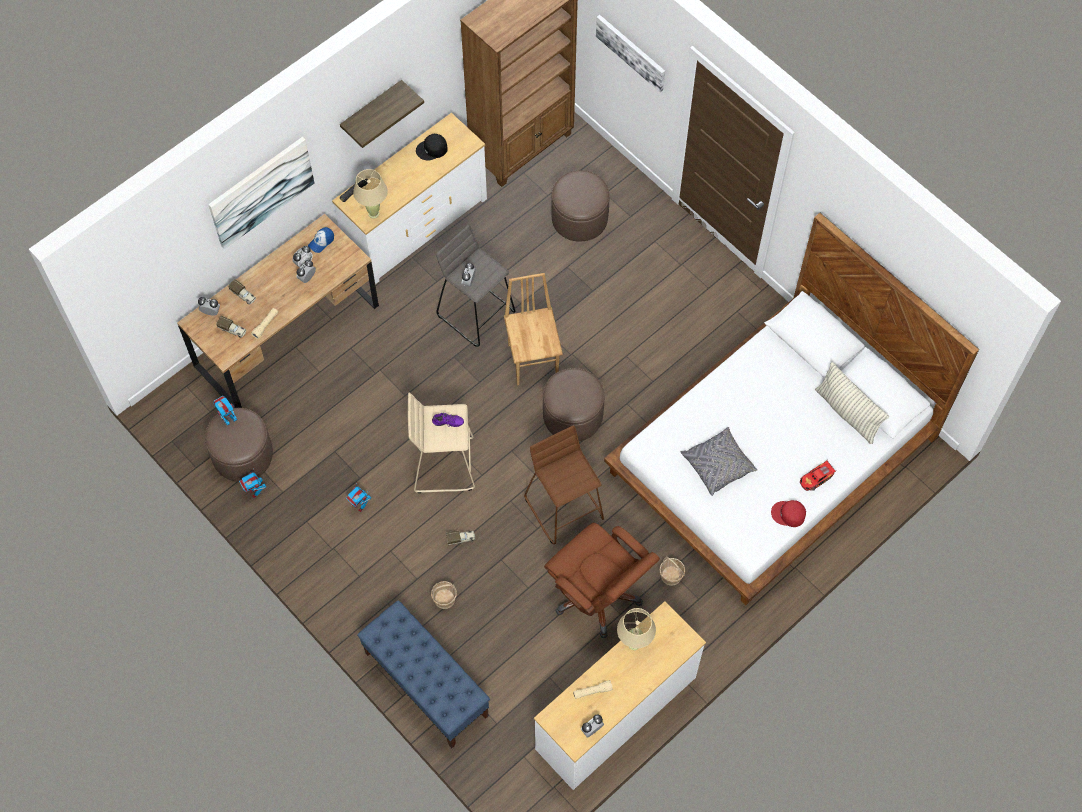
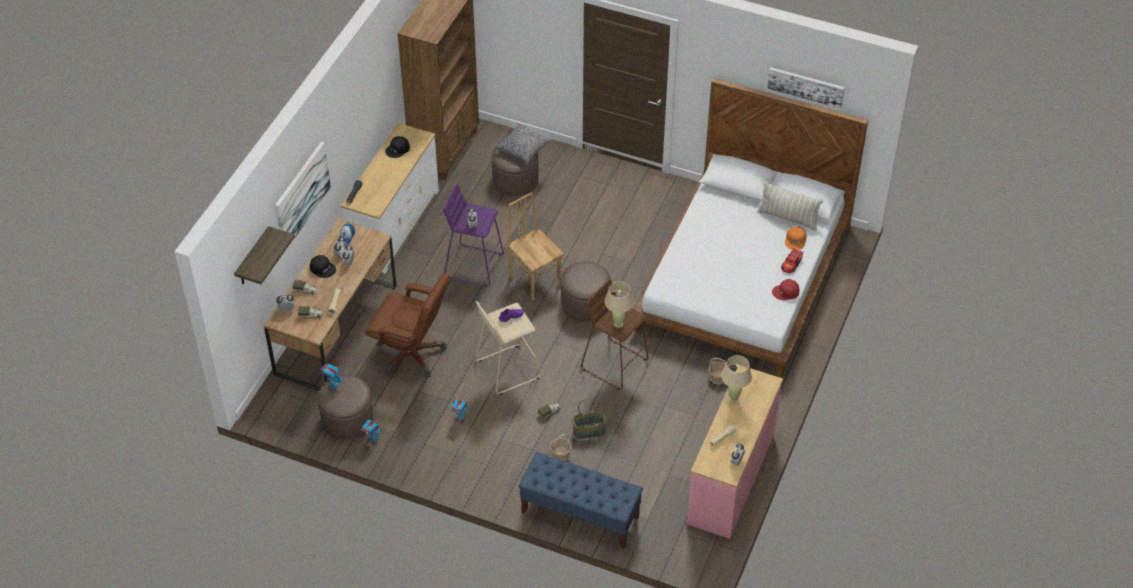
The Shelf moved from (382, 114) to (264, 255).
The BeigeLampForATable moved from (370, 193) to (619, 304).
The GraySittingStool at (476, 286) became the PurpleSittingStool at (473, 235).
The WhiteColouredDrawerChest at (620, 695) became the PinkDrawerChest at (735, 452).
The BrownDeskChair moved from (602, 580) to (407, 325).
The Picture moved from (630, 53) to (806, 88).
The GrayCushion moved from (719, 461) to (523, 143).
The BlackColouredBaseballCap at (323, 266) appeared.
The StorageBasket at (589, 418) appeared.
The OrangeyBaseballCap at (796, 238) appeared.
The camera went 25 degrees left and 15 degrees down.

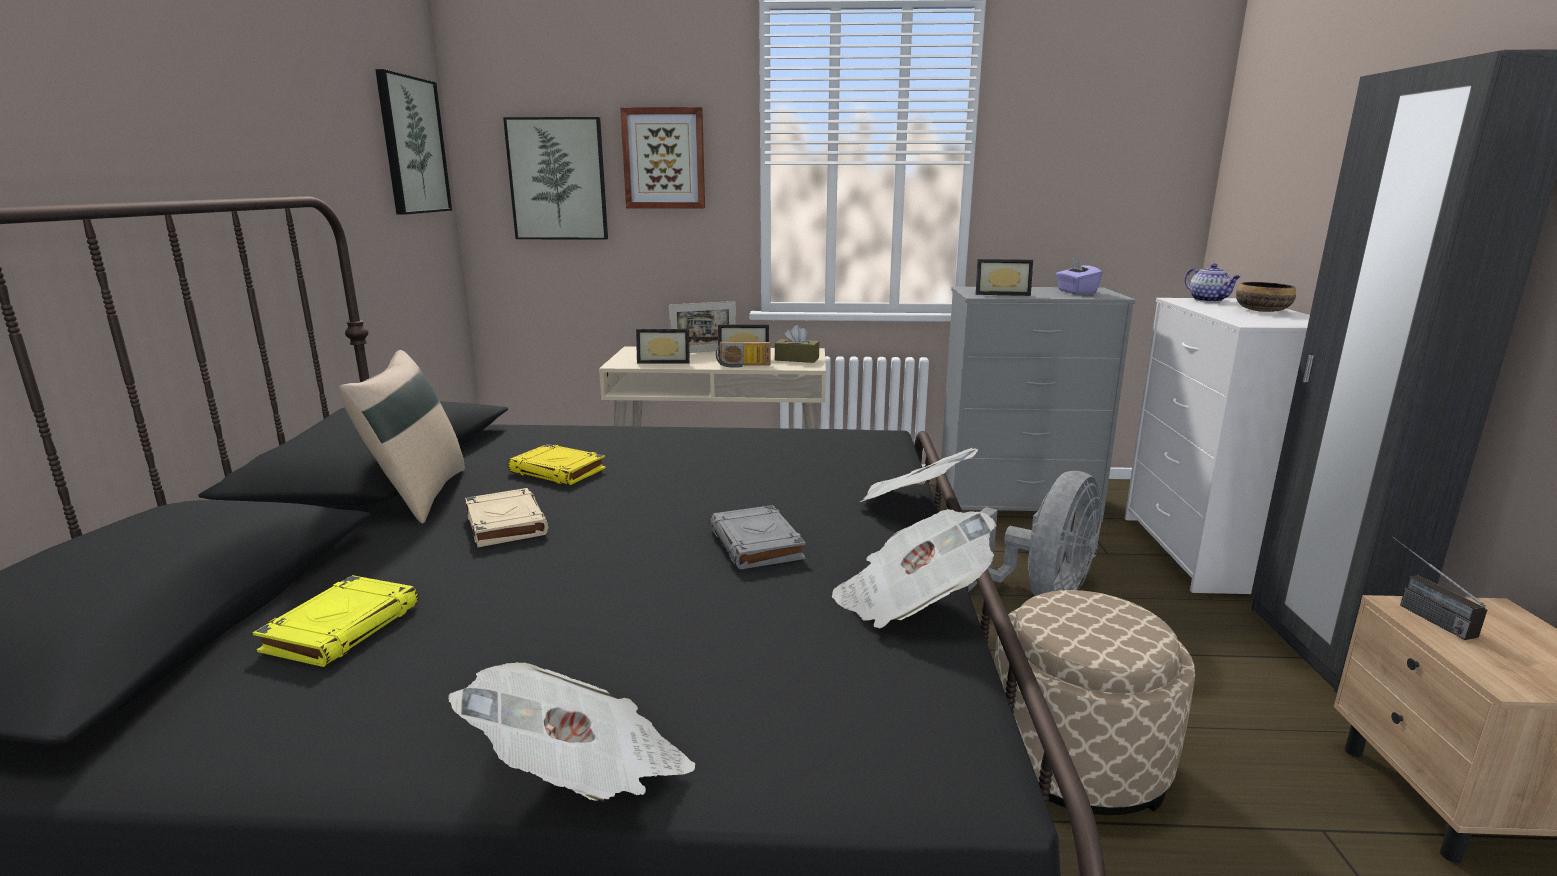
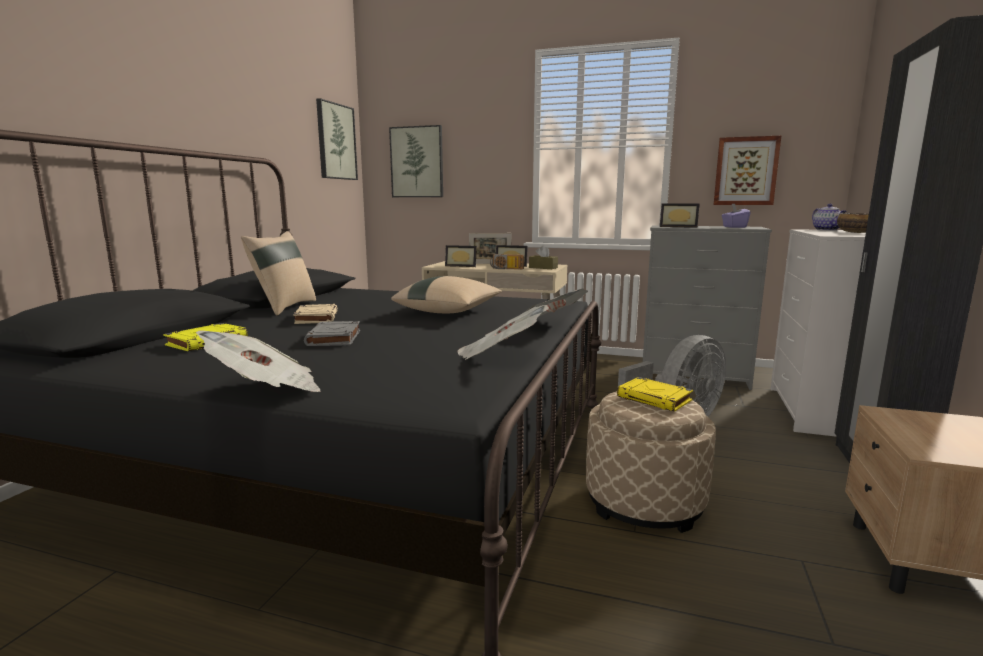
The YellowColouredBoundBook moved from (557, 464) to (655, 394).
The Picture moved from (662, 158) to (747, 170).
The GrayBoundBook moved from (758, 537) to (332, 333).
The RadioSet at (1439, 588) disappeared.
The BeigeCushion at (446, 294) appeared.
The camera went 15 degrees right and 5 degrees down.

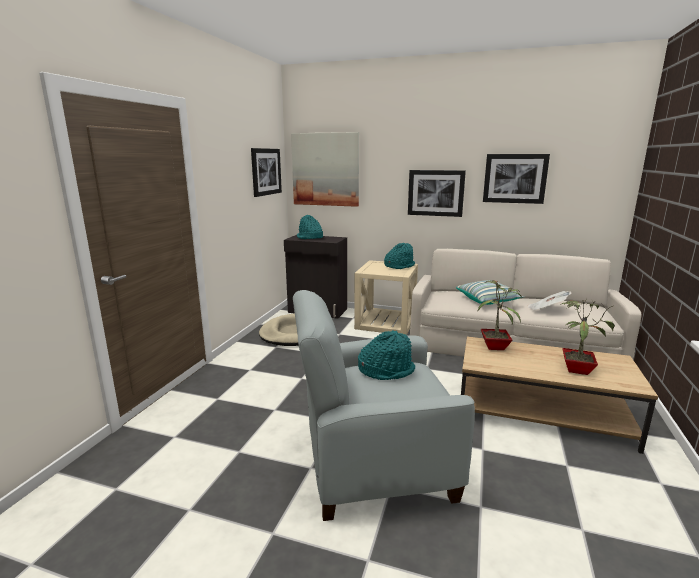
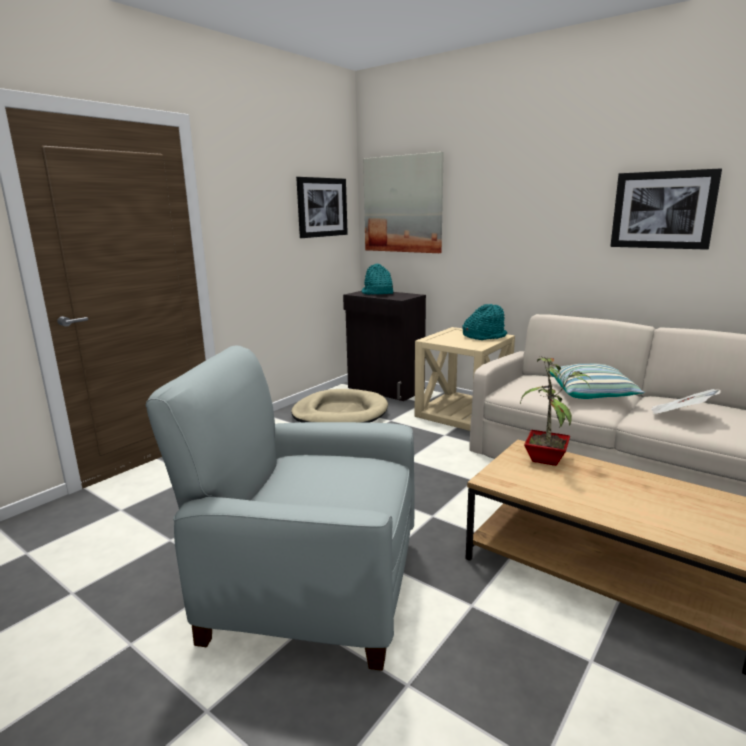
The TurquoiseColouredWearableHat at (386, 355) disappeared.
The Picture at (437, 193) disappeared.
The Houseplant at (587, 337) disappeared.
The camera went 20 degrees right and 0 degrees up.

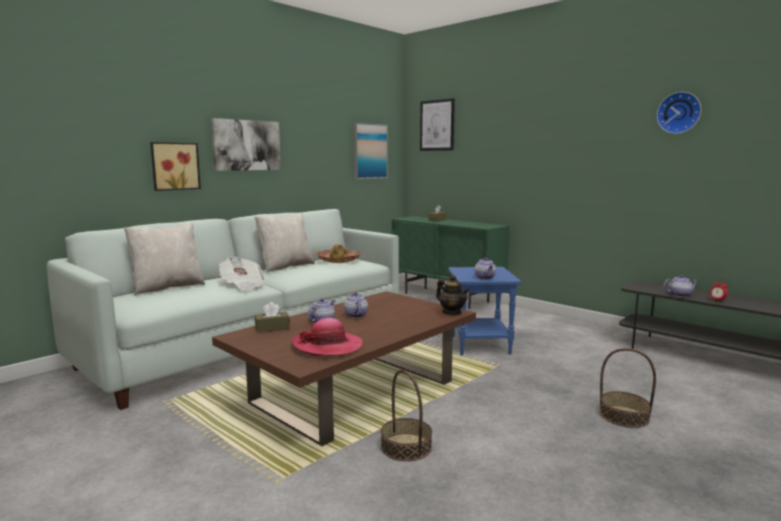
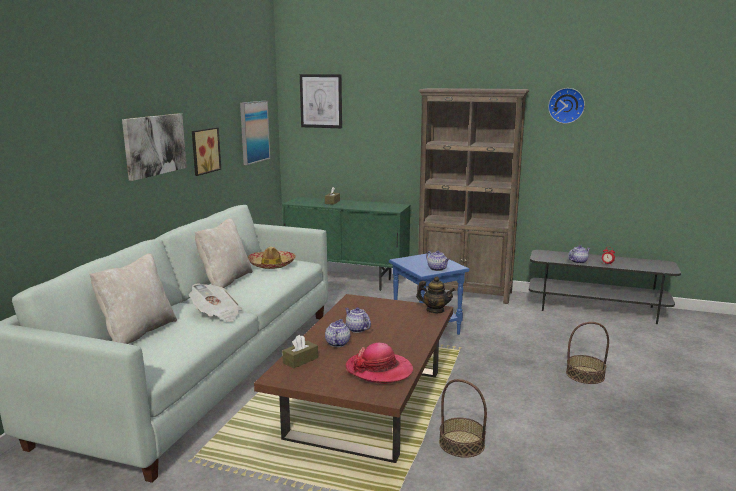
The Picture moved from (175, 166) to (206, 151).
The BrownBookcase at (473, 196) appeared.
The camera went 25 degrees left and 5 degrees up.

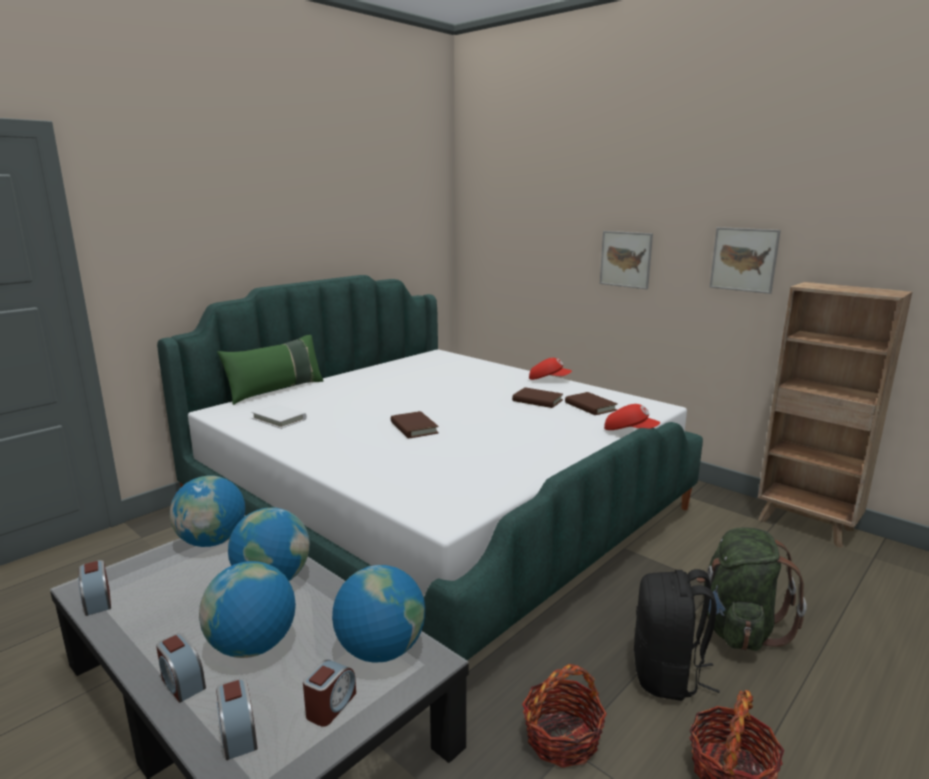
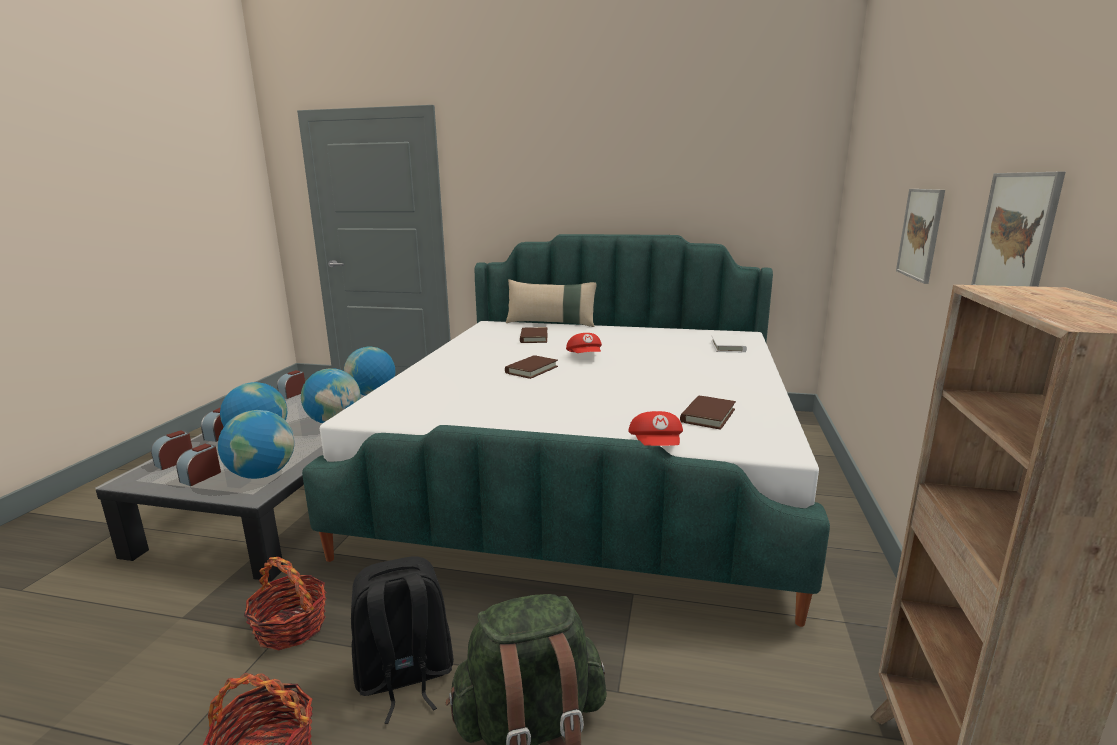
The GreenishCushion at (270, 370) became the BeigeCushion at (551, 303).
The WhiteColouredBoundBook moved from (279, 416) to (729, 343).
The TableClock at (329, 693) turned 120 degrees clockwise.
The BrownBoundBook moved from (537, 397) to (534, 335).
The RedBaseballCap moved from (550, 369) to (584, 343).
The camera went 60 degrees right and 0 degrees up.

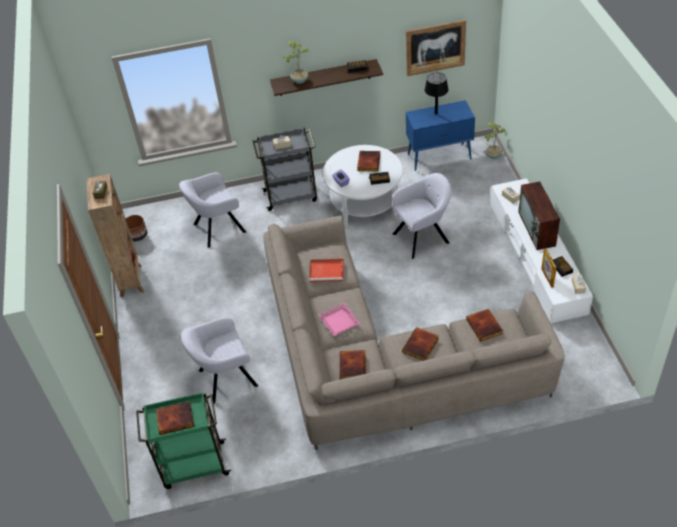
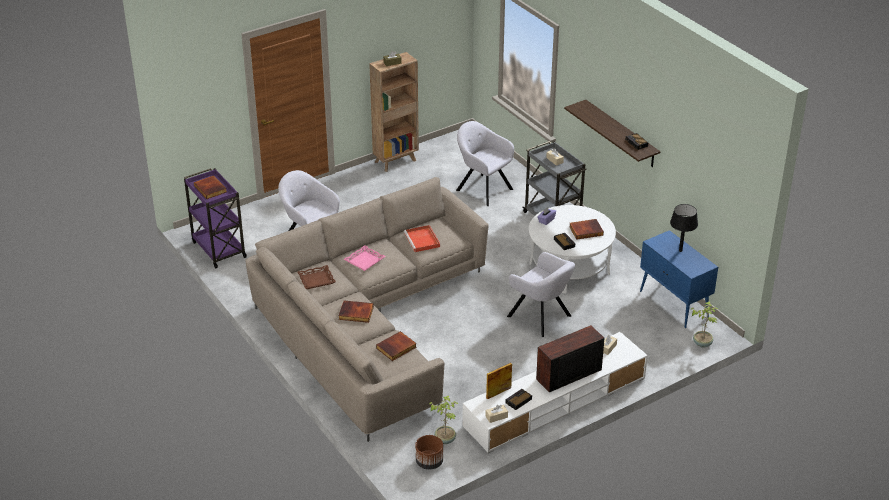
The BrownPlanter moved from (136, 228) to (429, 452).
The GreenishCart at (183, 440) became the PurpleCart at (215, 218).
The Houseplant moved from (296, 62) to (443, 420).
The BoundBook at (353, 364) was replaced by the BrownCarryingTray at (317, 277).
The Picture at (436, 48) disappeared.
The camera went 65 degrees right and 10 degrees down.

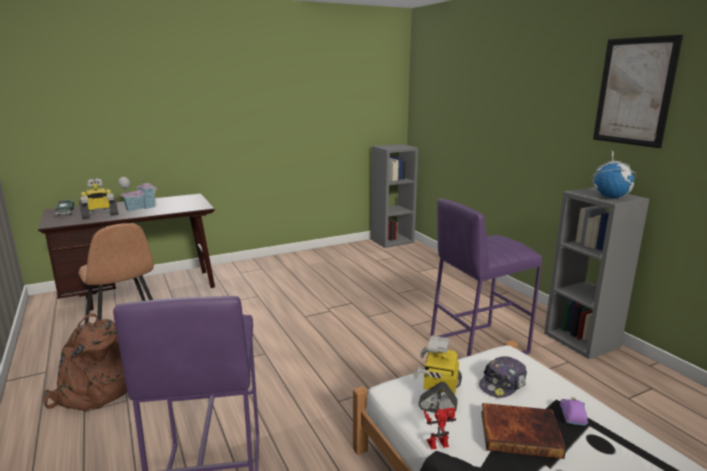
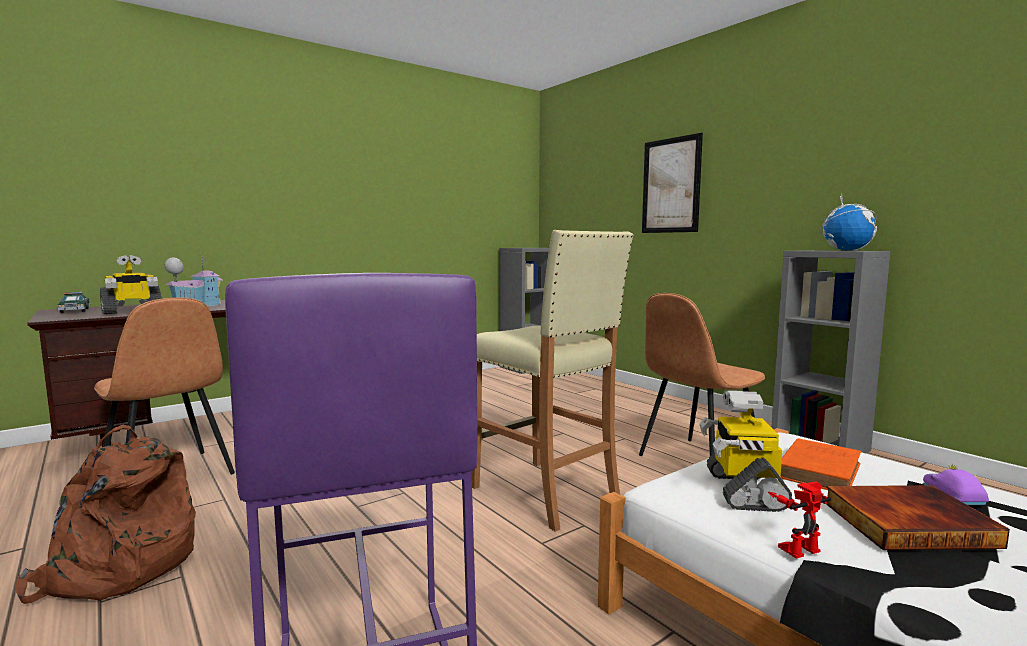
The PurpleSittingStool at (486, 277) was replaced by the BrownUprightChair at (702, 374).
The BaseballCap at (503, 377) was replaced by the OrangeyBoundBook at (821, 464).
The Picture moved from (638, 91) to (672, 183).
The BeigeSittingStool at (552, 381) appeared.
The camera went 10 degrees left and 10 degrees down.

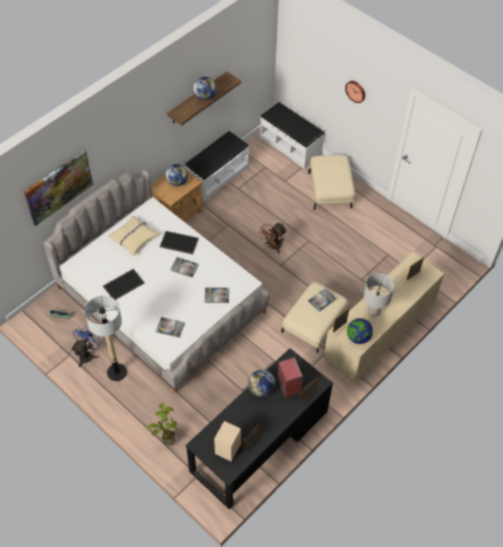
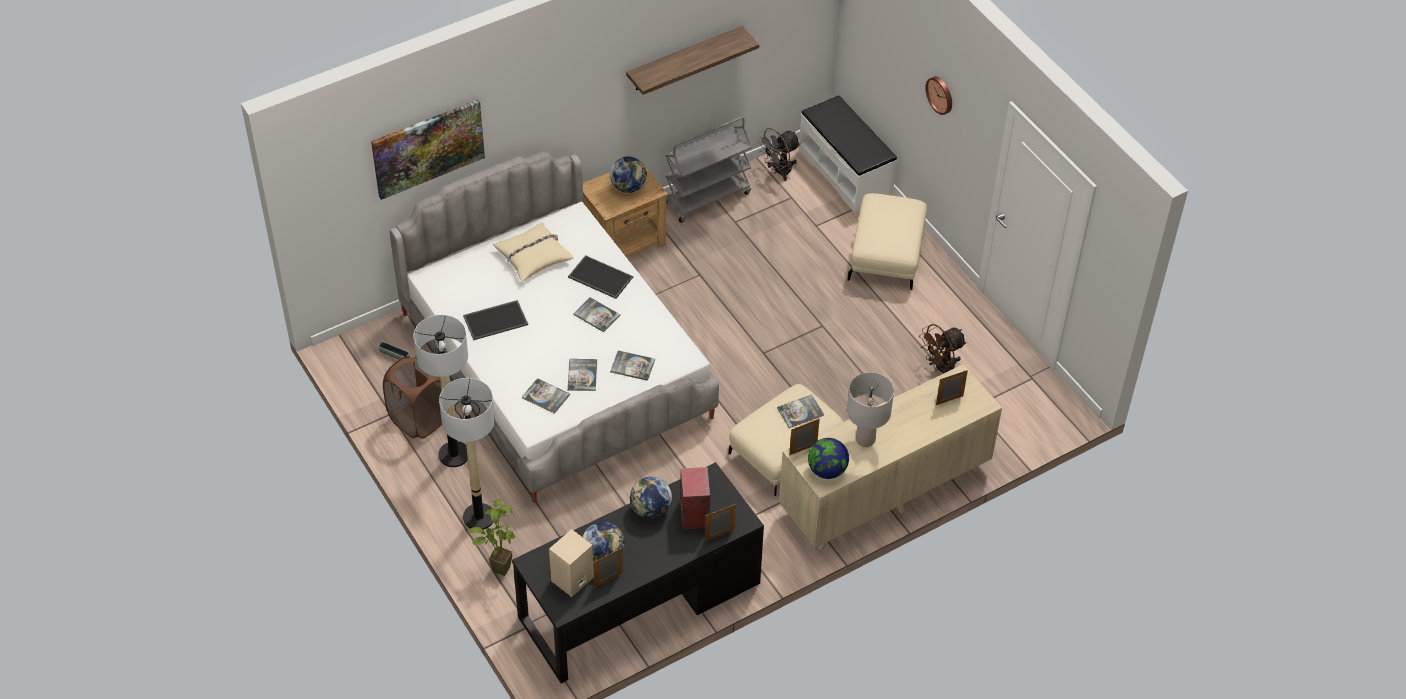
The BlueCoolingFan at (86, 346) was replaced by the BrownLaundryBasket at (412, 397).
The WhiteColouredLongSeat at (217, 166) was replaced by the GrayCart at (708, 170).
The DeskGlobe moved from (205, 88) to (604, 542).
The BrownCoolingFan moved from (273, 238) to (943, 349).
The StandingLamp at (467, 454) appeared.
The BoundBook at (582, 375) appeared.
The GrayCoolingFan at (779, 154) appeared.
The camera went 15 degrees right and 5 degrees down.

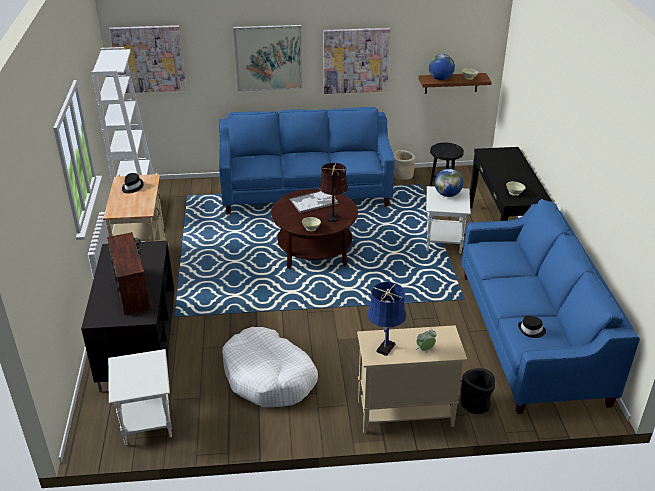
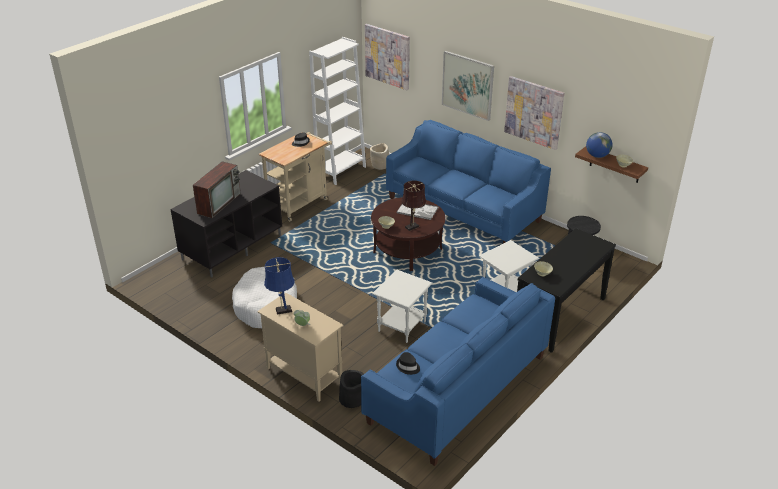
The WhiteColouredSideTable moved from (140, 397) to (402, 306).
The BeigePlanter moved from (404, 165) to (379, 156).
The DeskGlobe at (449, 183) disappeared.
The camera went 45 degrees right and 0 degrees up.

